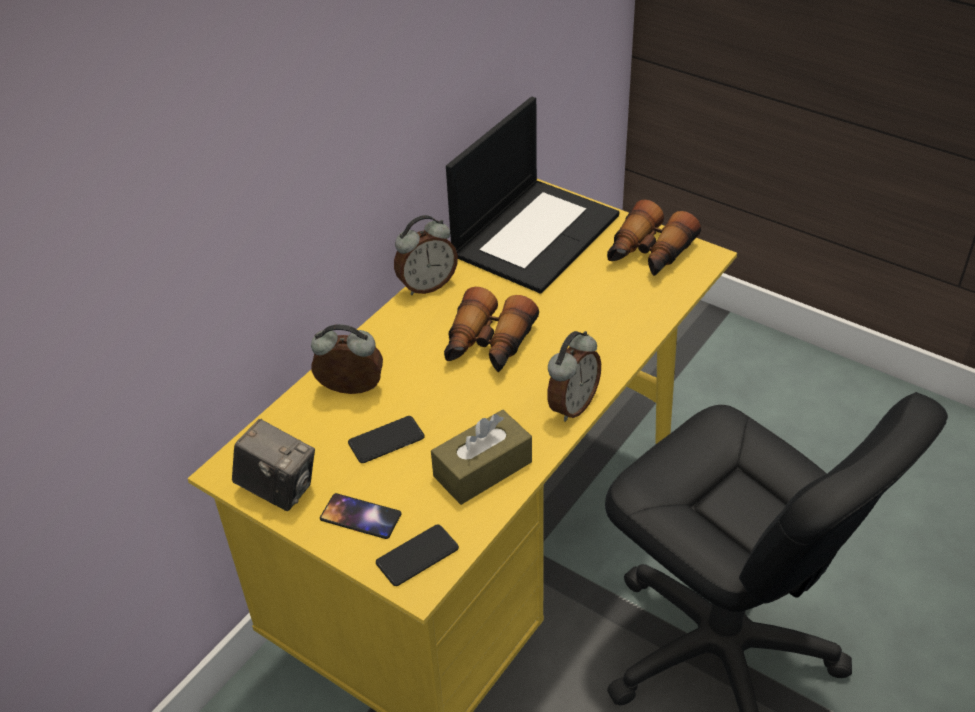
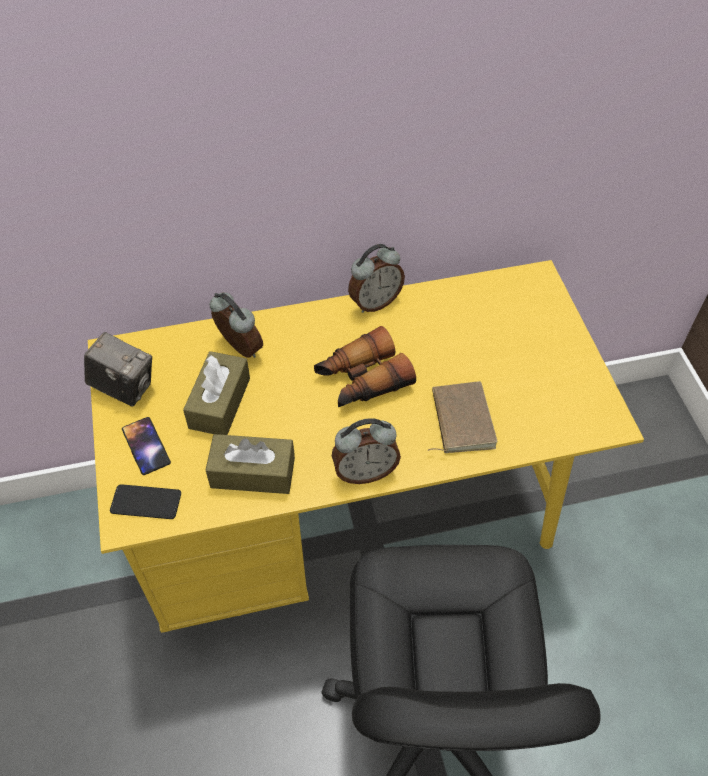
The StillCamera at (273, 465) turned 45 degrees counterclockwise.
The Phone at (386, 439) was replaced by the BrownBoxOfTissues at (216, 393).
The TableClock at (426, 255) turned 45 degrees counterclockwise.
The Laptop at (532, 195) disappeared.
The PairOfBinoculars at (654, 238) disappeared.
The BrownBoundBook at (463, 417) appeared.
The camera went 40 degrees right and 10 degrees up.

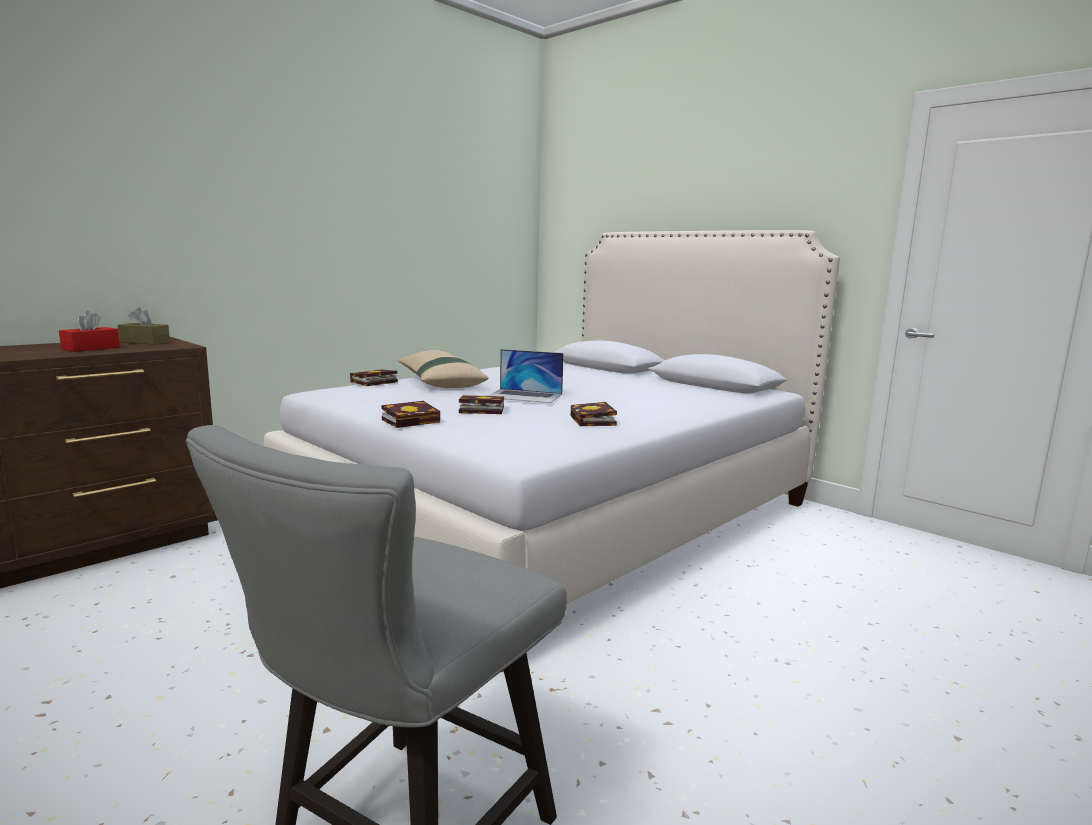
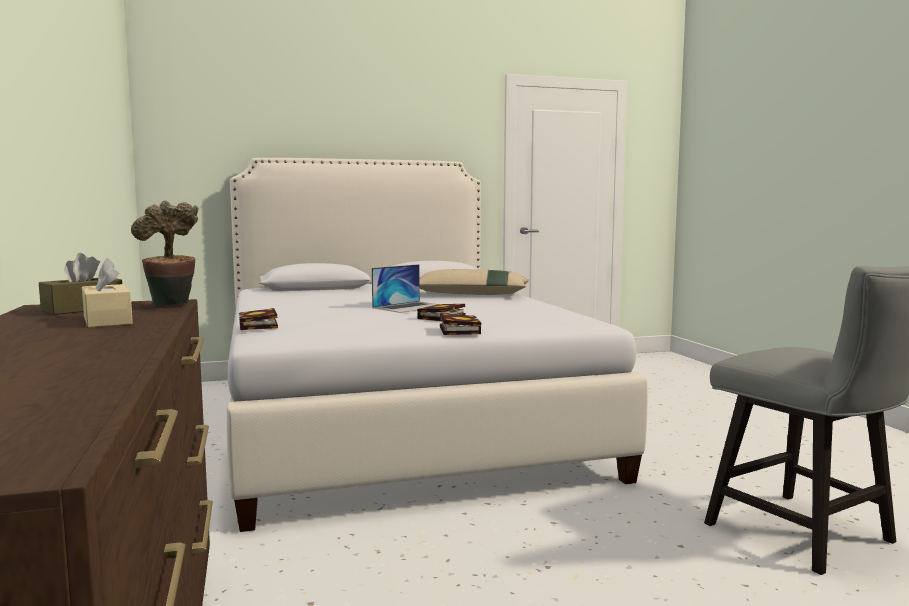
The RedBoxOfTissues at (89, 331) became the BeigeBoxOfTissues at (107, 292).
The BeigeCushion moved from (443, 369) to (474, 282).
The BoundBook at (594, 414) disappeared.
The Houseplant at (165, 253) appeared.
The camera went 60 degrees left and 5 degrees down.

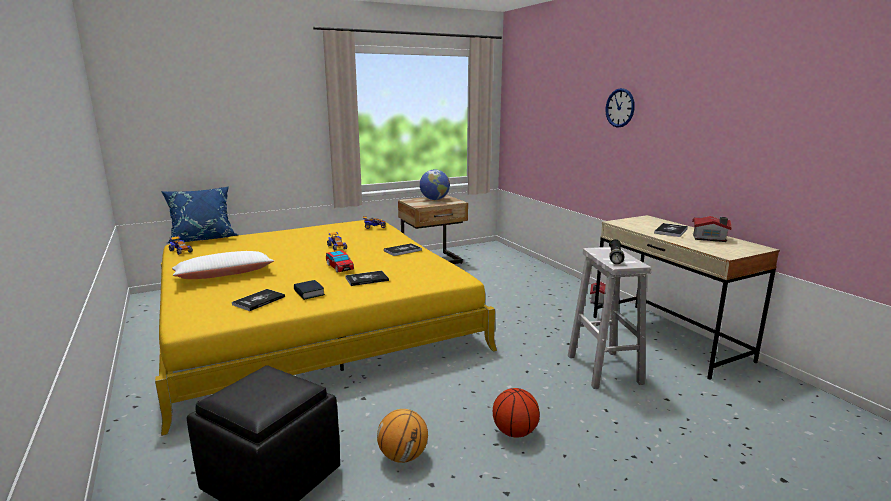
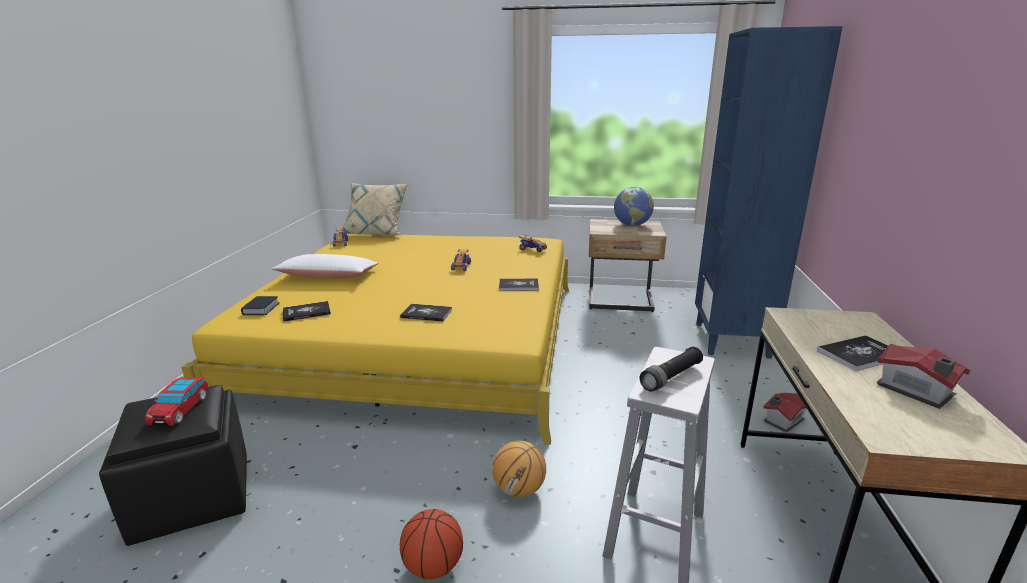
The BlueCushion at (199, 215) became the BeigeCushion at (375, 208).
The BoundBook moved from (309, 290) to (260, 305).
The MiniatureCar moved from (340, 261) to (176, 401).
The BasketballBall moved from (402, 436) to (519, 469).
The HangingClock at (620, 108) disappeared.
The BlueBookcase at (769, 192) appeared.
The camera went 35 degrees right and 5 degrees up.

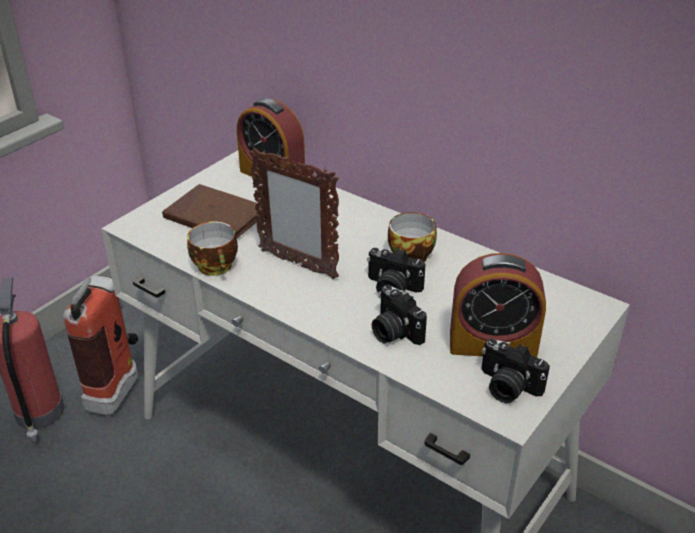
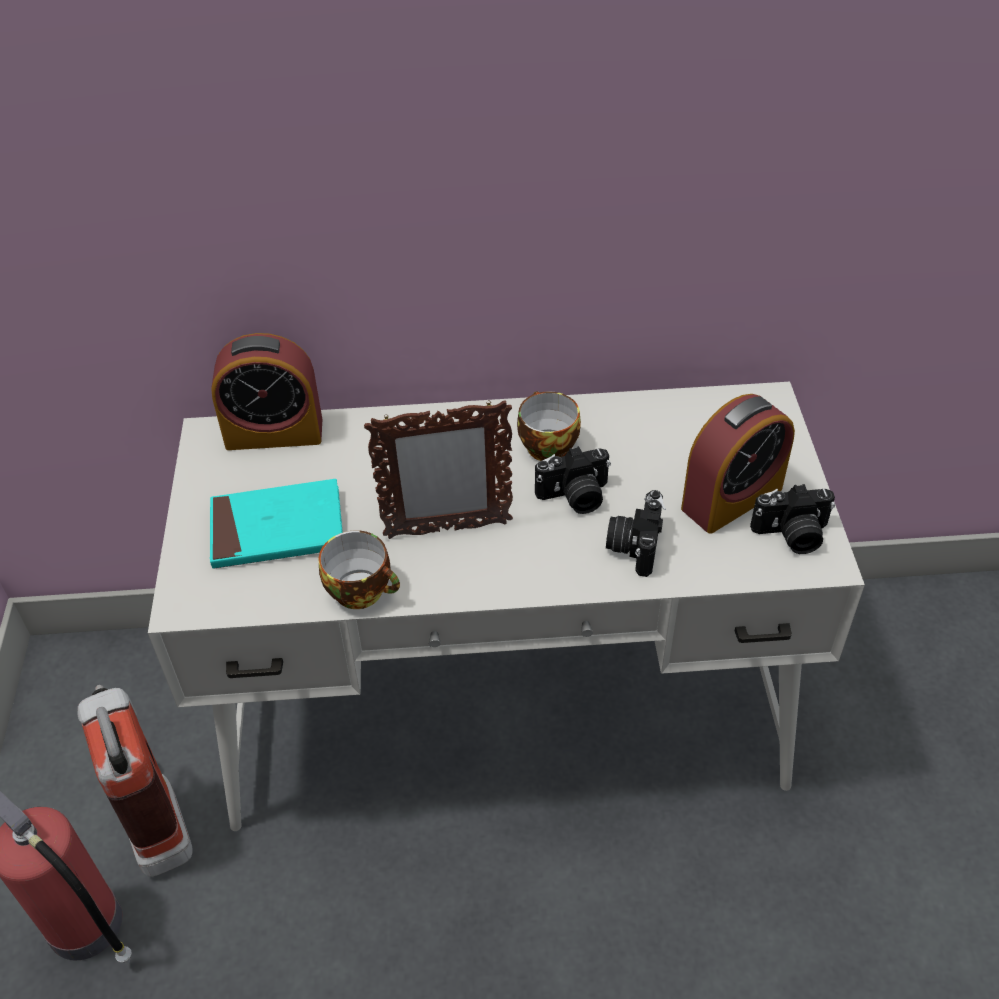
The BrownBoundBook at (212, 211) became the TurquoiseColouredBoundBook at (276, 524).
The StillCamera at (399, 315) turned 90 degrees clockwise.
The camera went 40 degrees left and 10 degrees up.

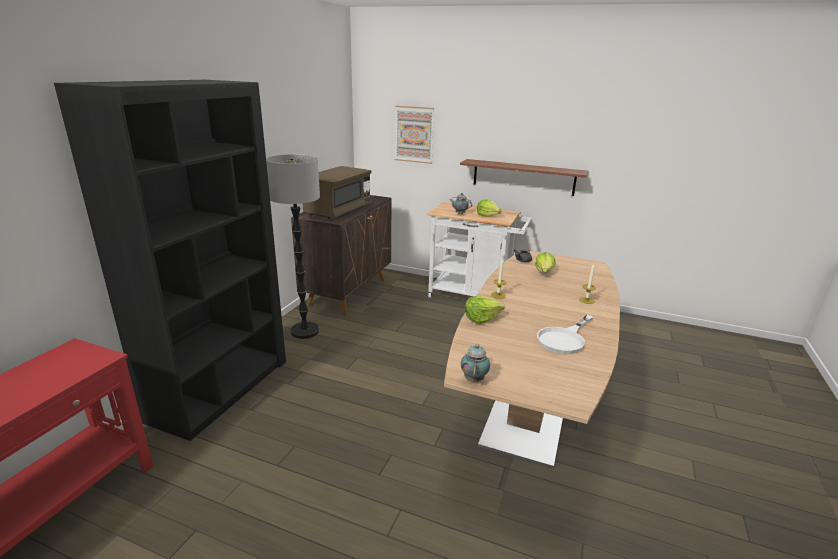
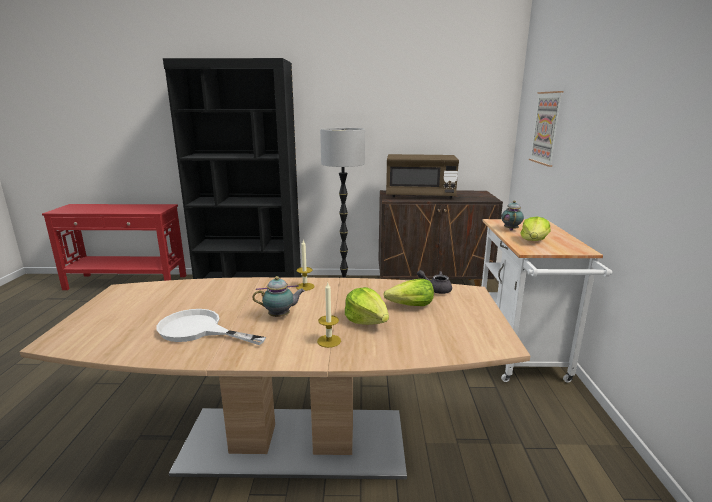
The BrownShelf at (524, 177) disappeared.
The Teapot moved from (475, 363) to (279, 296).
The Lettuce moved from (485, 310) to (367, 306).
The camera went 70 degrees right and 5 degrees down.

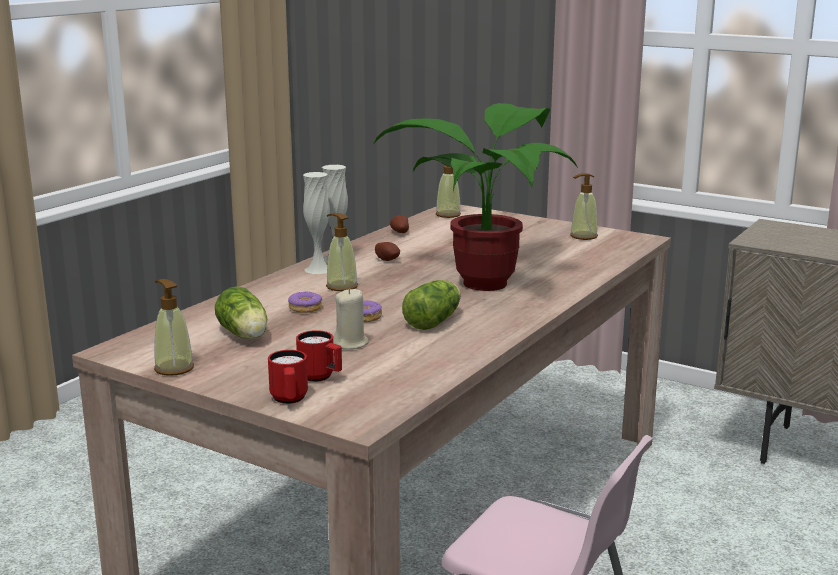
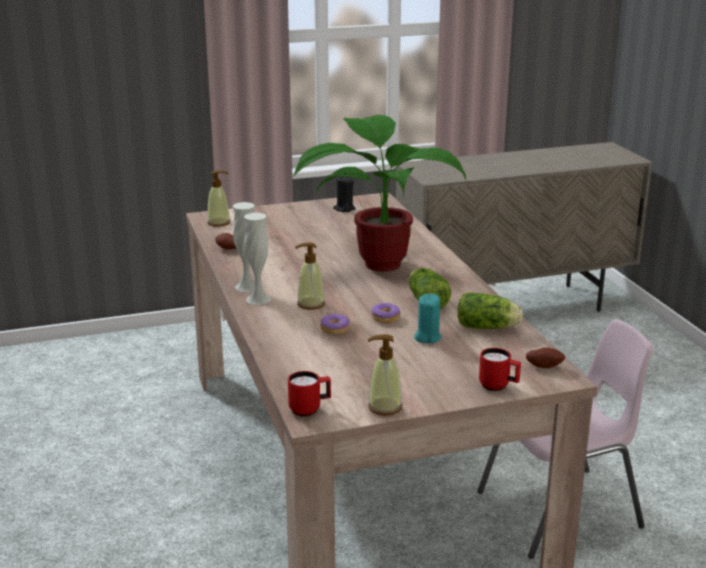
The Lettuce moved from (241, 312) to (490, 310).
The RedMug moved from (319, 356) to (309, 394).
The BeigeWaxCandle at (351, 318) became the TurquoiseColouredWaxCandle at (428, 319).
The Spud moved from (387, 251) to (545, 357).
The SoapDispenser at (584, 206) was replaced by the BlackColouredWaxCandle at (344, 194).
The camera went 50 degrees left and 5 degrees up.

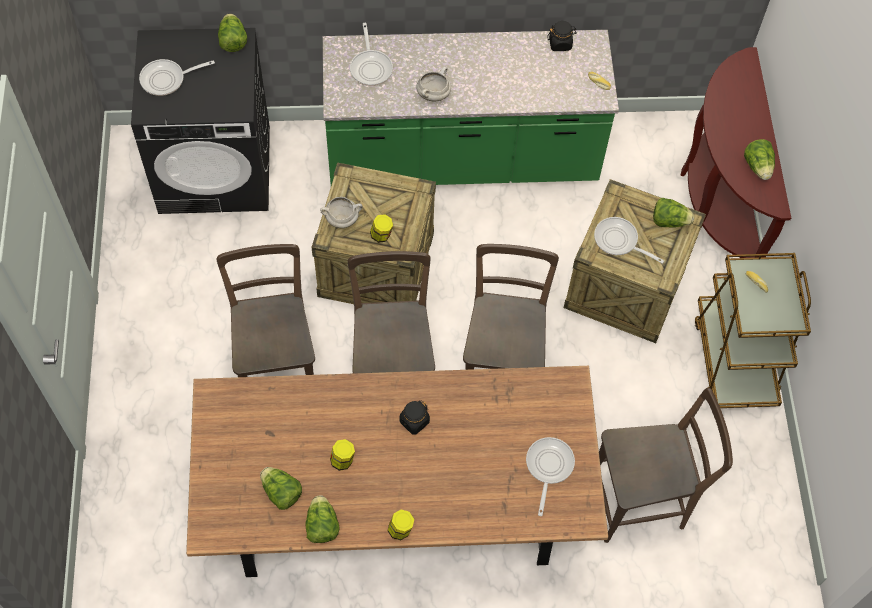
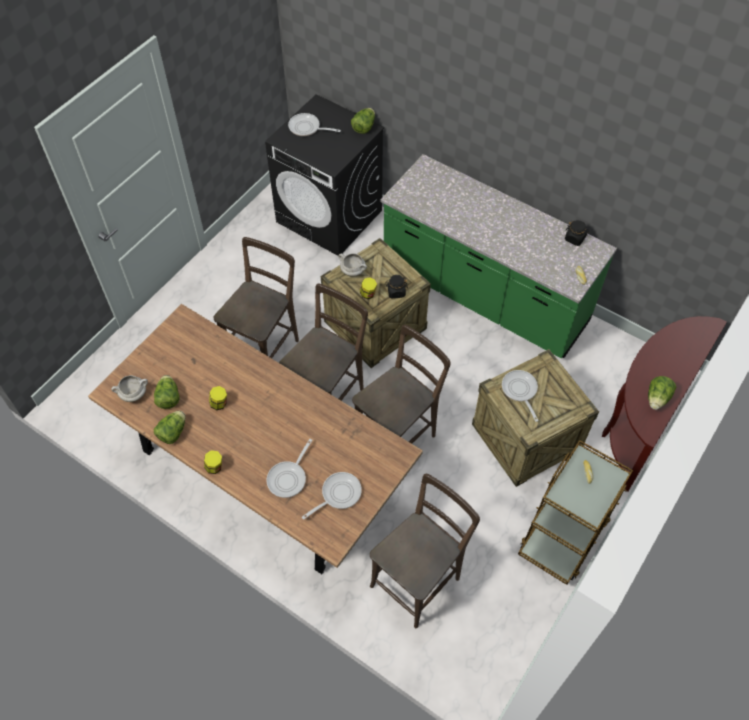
The FryingPan moved from (371, 54) to (289, 468).
The BlackColouredStorageJar moved from (415, 417) to (397, 286).
The WhiteColouredStockpot moved from (433, 84) to (129, 388).
The BrownUprightChair at (666, 465) turned 75 degrees counterclockwise.
The Lettuce at (673, 213) disappeared.
The camera went 40 degrees right and 5 degrees down.

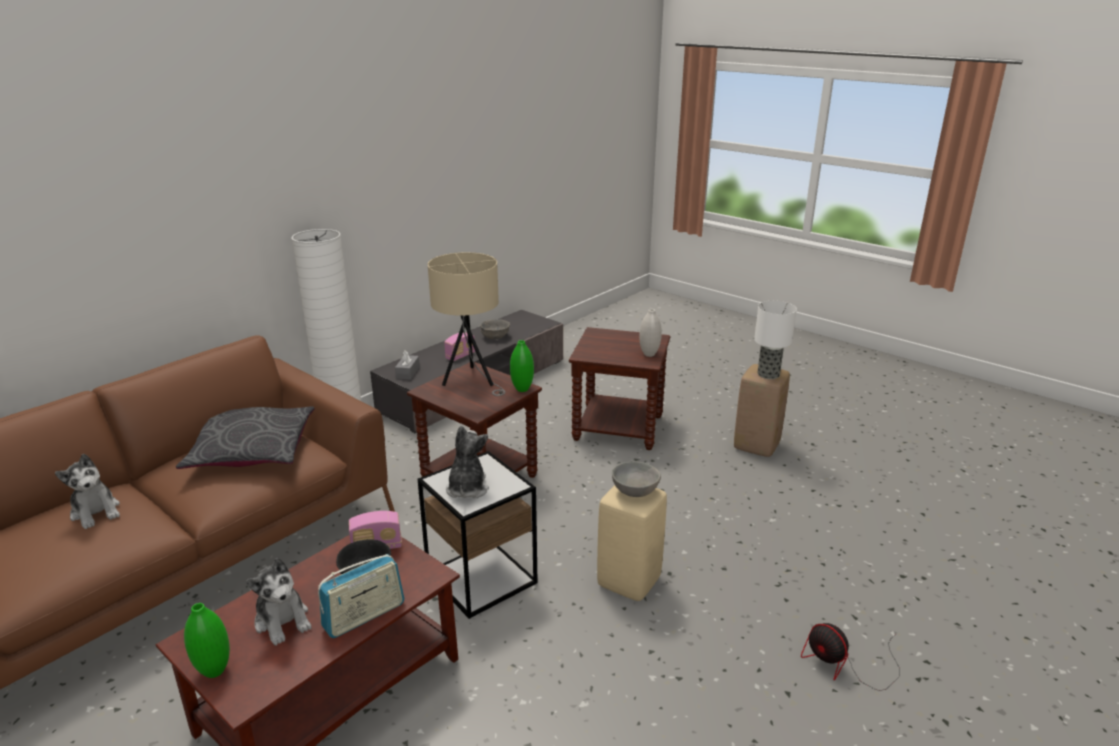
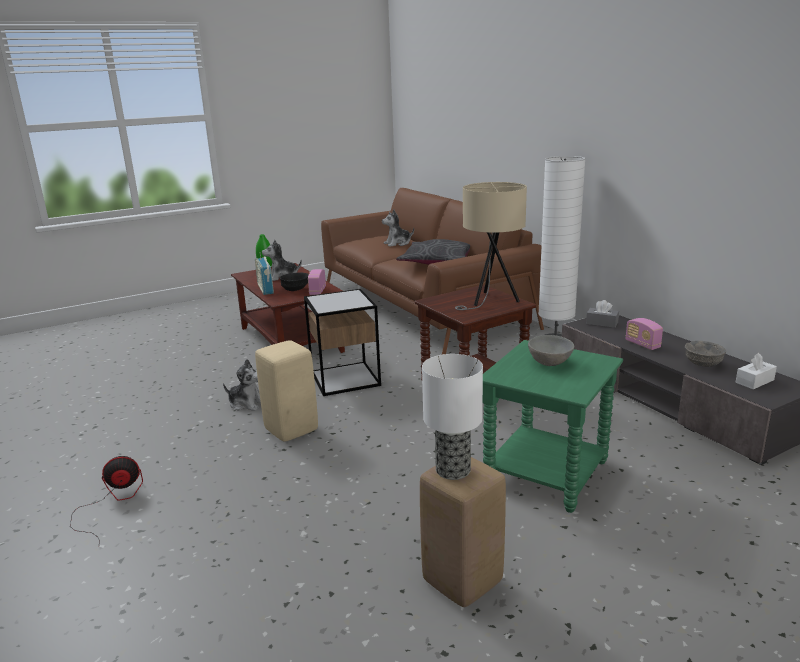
The CuddlyToy moved from (467, 462) to (242, 385).
The GreenishFlowerVase at (522, 366) disappeared.
The BrownSideTable at (619, 388) became the GreenishSideTable at (553, 426).
The GrayServingBowl moved from (636, 479) to (551, 350).
The WhiteColouredFlowerVase at (650, 333) disappeared.
The WhiteColouredBoxOfTissues at (756, 371) appeared.
The camera went 110 degrees right and 5 degrees down.

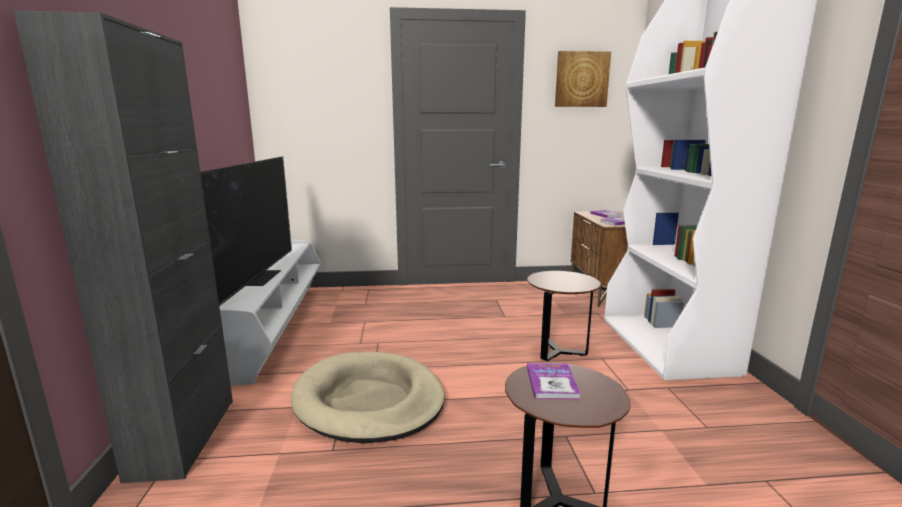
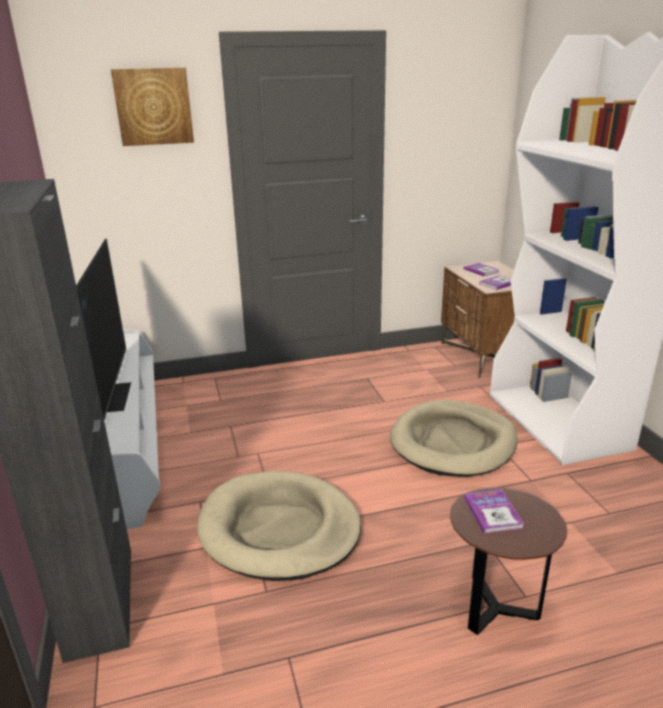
The BrownSideTable at (564, 316) was replaced by the BeigePetBed at (454, 438).
The Picture moved from (583, 79) to (152, 107).
The camera went 10 degrees left and 10 degrees up.

